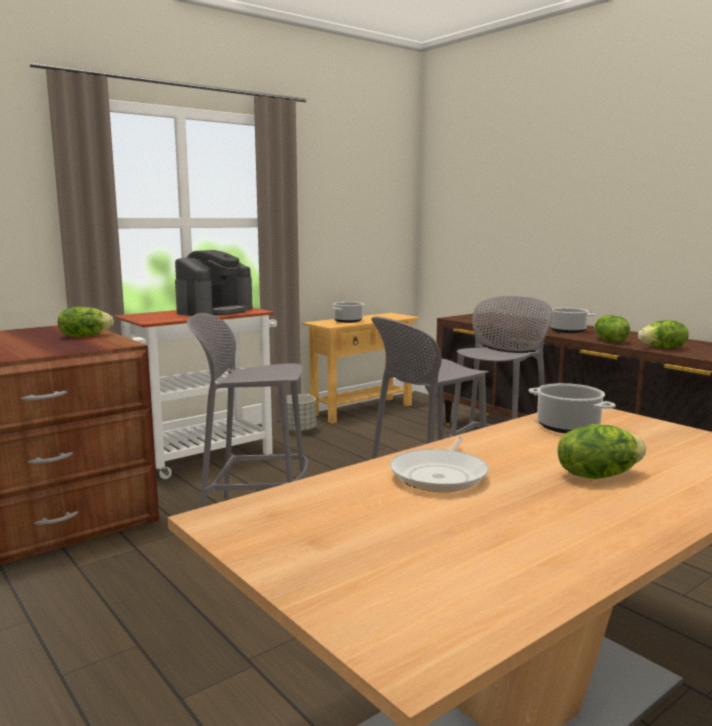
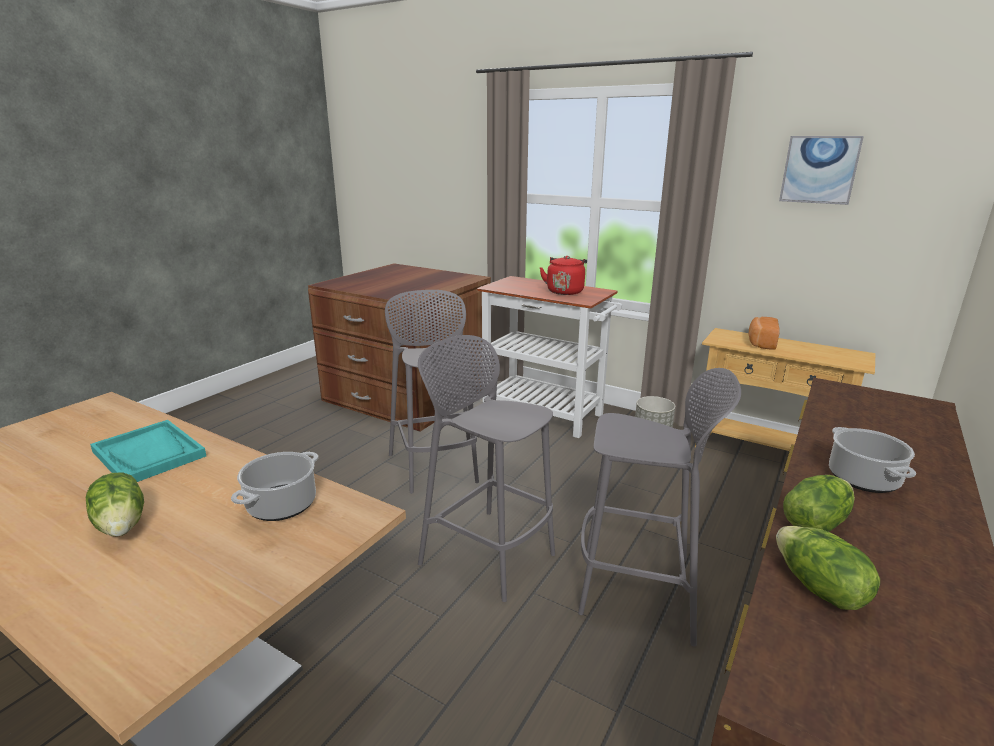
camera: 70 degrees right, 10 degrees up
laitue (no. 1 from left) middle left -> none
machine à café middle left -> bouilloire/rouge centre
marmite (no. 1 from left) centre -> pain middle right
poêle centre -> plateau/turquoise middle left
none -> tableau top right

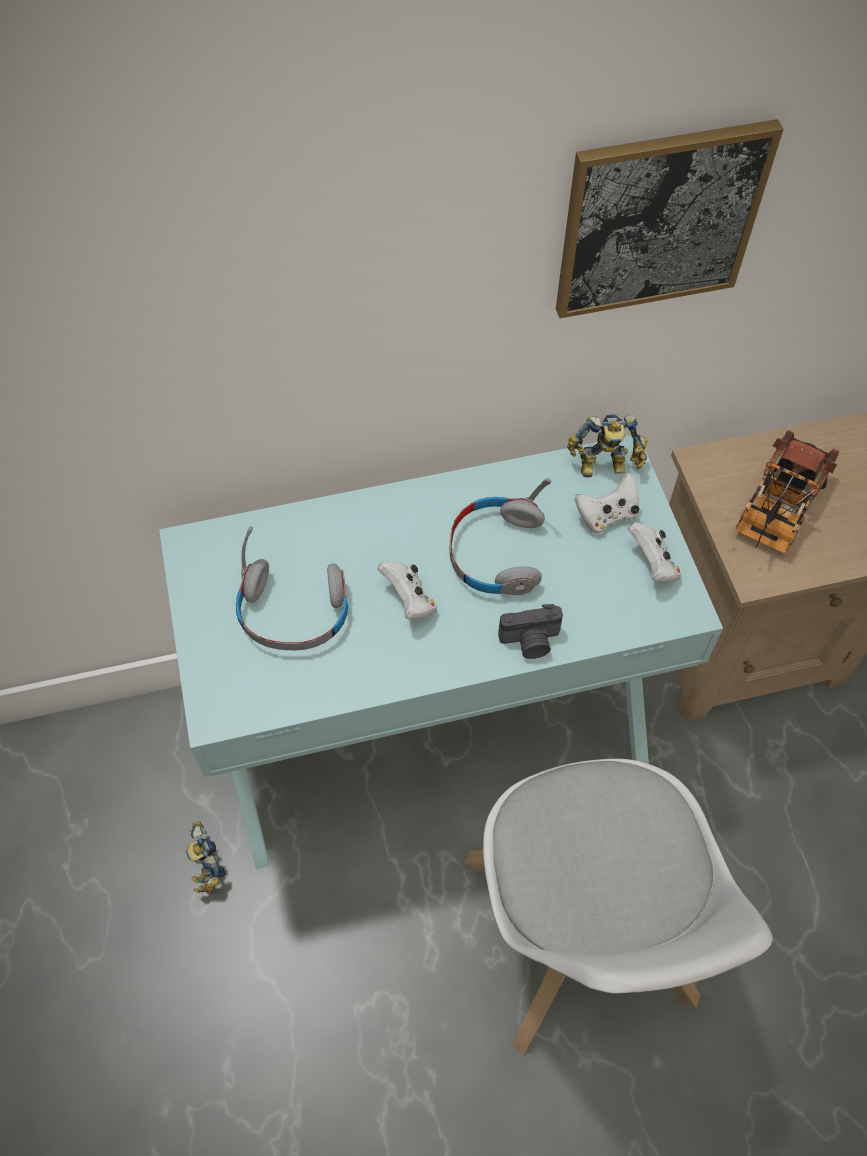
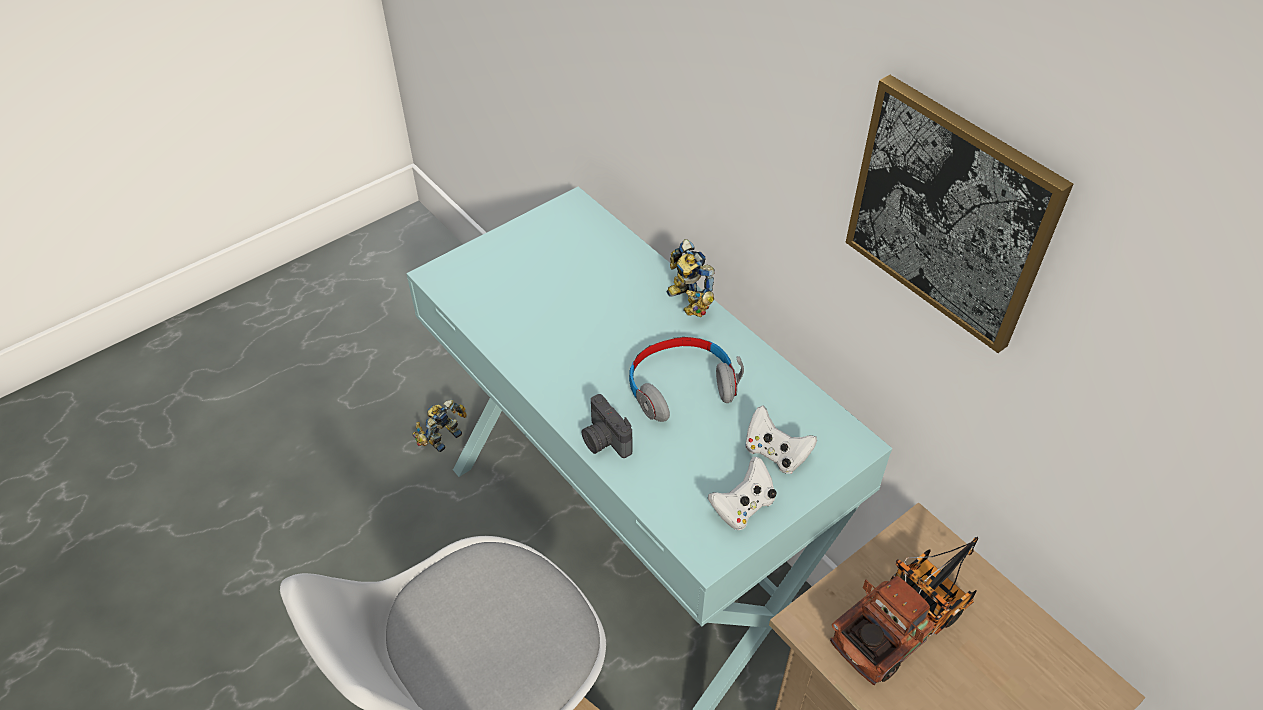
camera: 65 degrees right, 10 degrees down
casque audio/gris (no. 1 from left) centre -> none
manette/blanc (no. 1 from left) centre -> none
robot jouet (no. 2 from left) middle right -> robot jouet (no. 2 from left) centre, relocated
camion jouet middle right -> camion jouet bottom right, 135 degrees clockwise

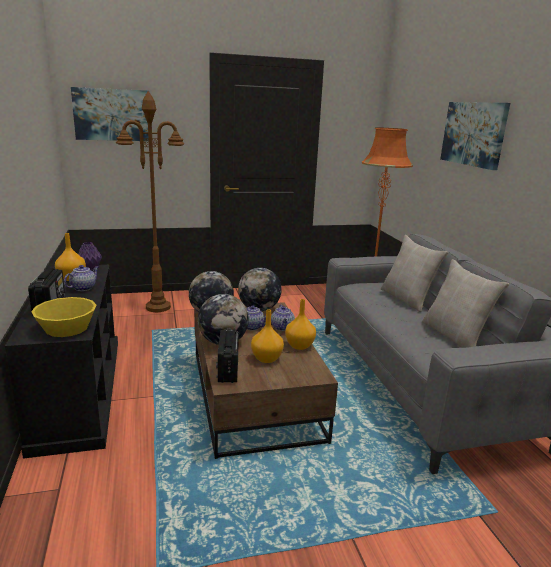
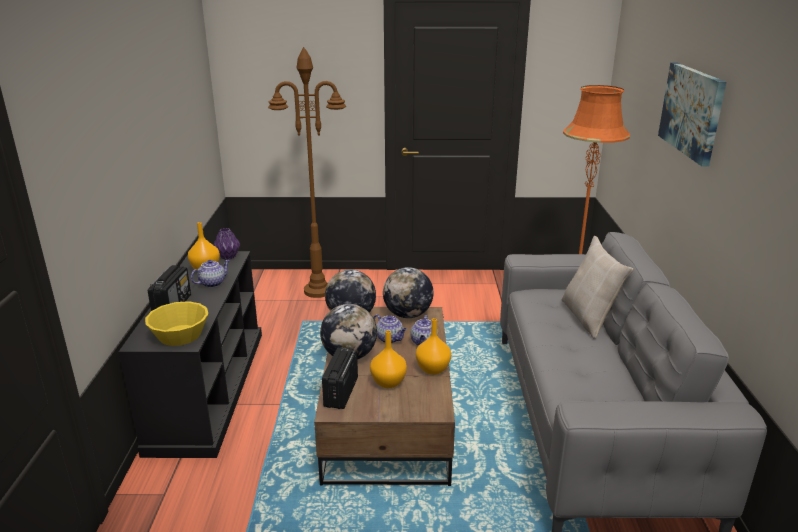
camera: 15 degrees right, 5 degrees up
tableau (no. 1 from left) top left -> none
coussin/beige (no. 2 from left) middle right -> none

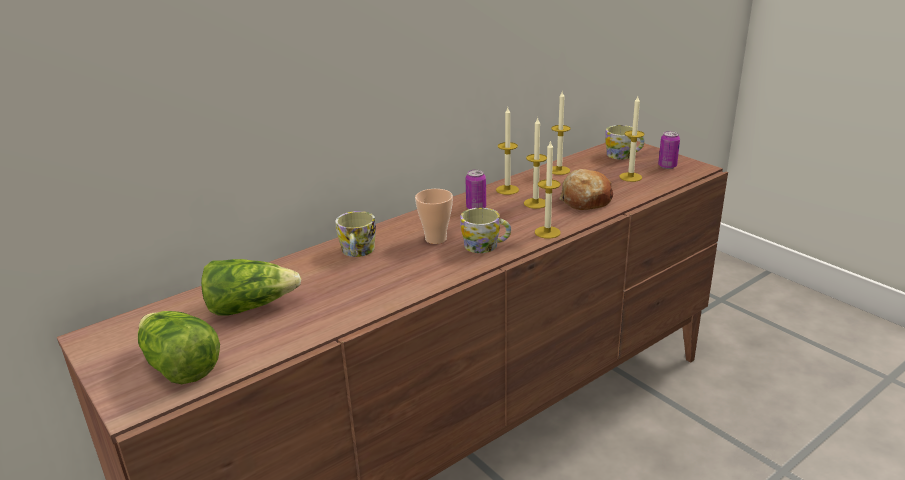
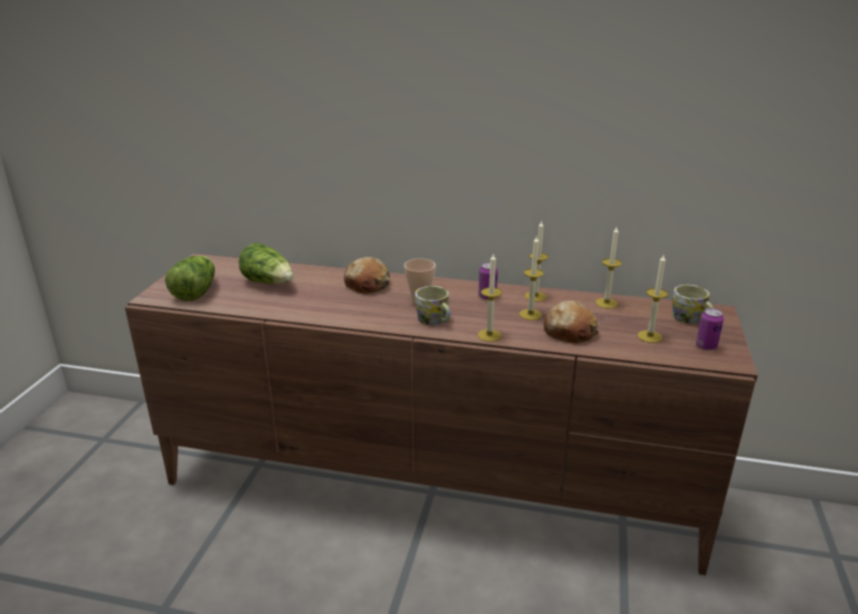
camera: 50 degrees right, 0 degrees up
mug (no. 1 from left) centre -> pain (no. 1 from left) centre

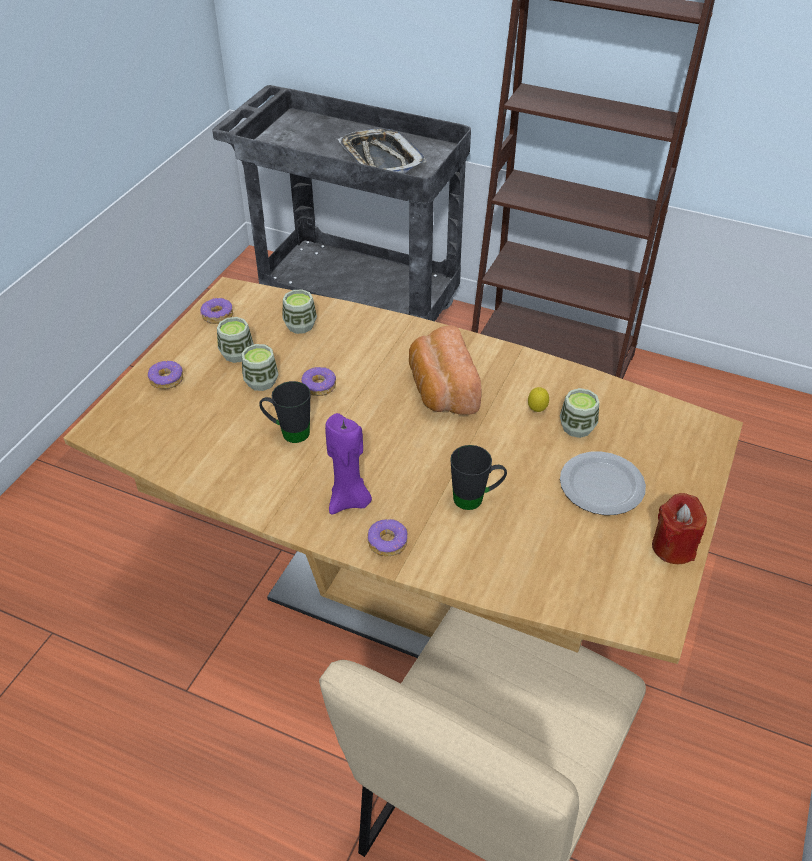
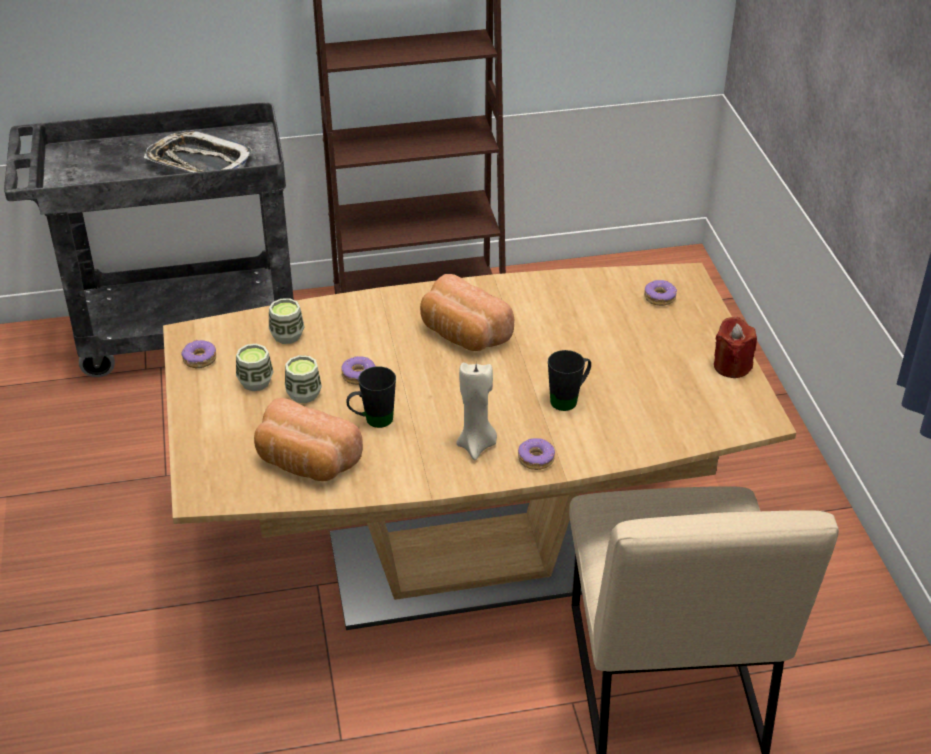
camera: 35 degrees left, 5 degrees down
beignet (no. 1 from left in the first image) middle left -> beignet (no. 4 from left) middle right, relocated
bougie/violet centre -> bougie/beige centre
citron centre -> none
tasse (no. 4 from left) middle right -> none
assiette middle right -> none
none -> pain (no. 1 from left) middle left

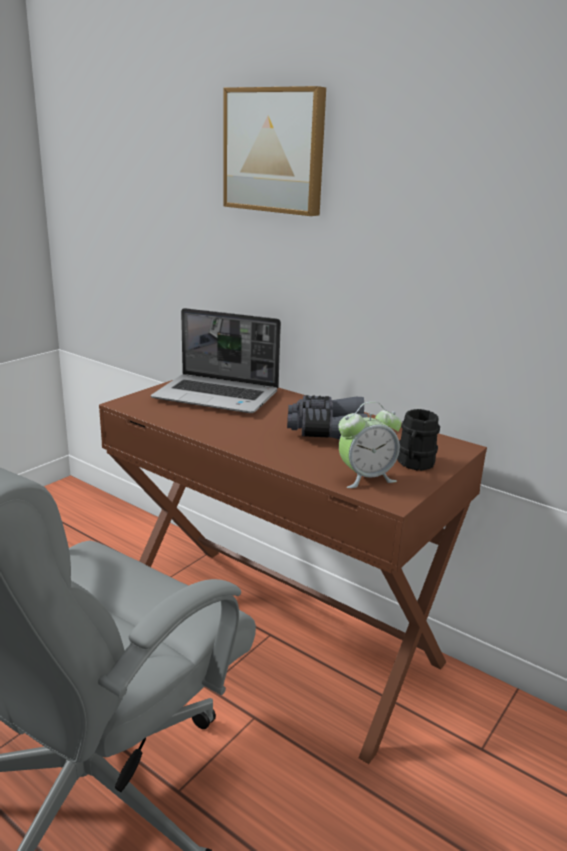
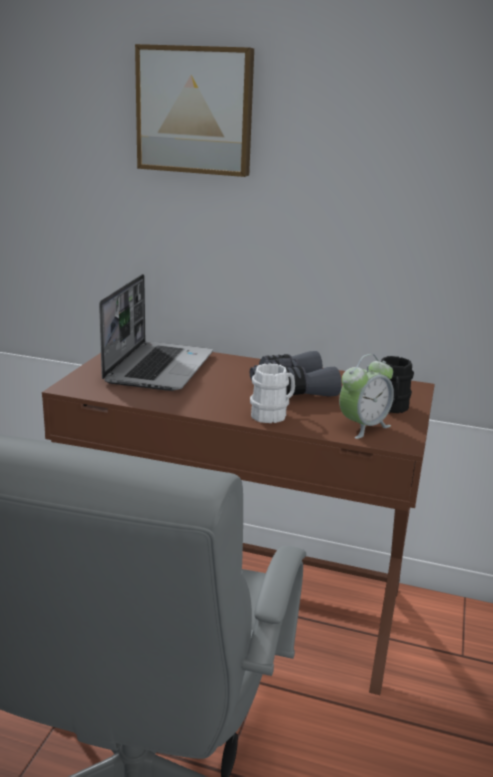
camera: 20 degrees left, 0 degrees up
ordinateur portable centre -> ordinateur portable middle left, 75 degrees counterclockwise
none -> mug/blanc centre

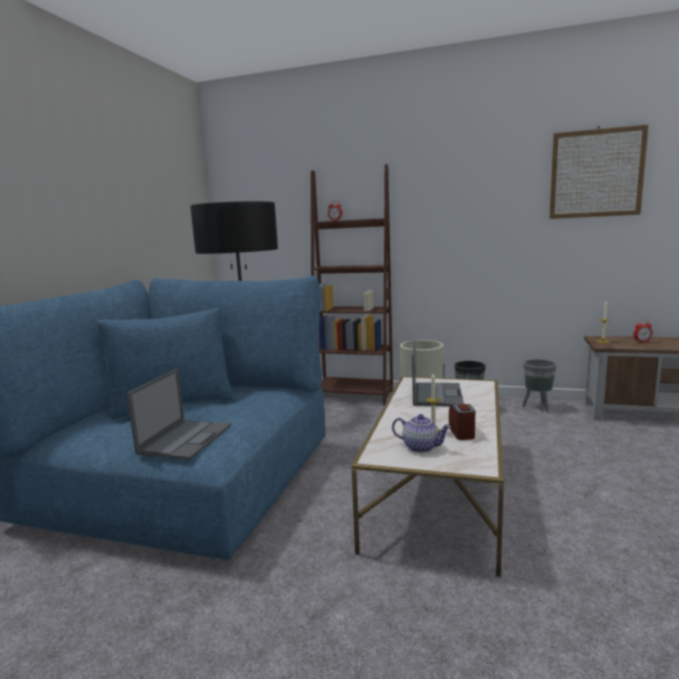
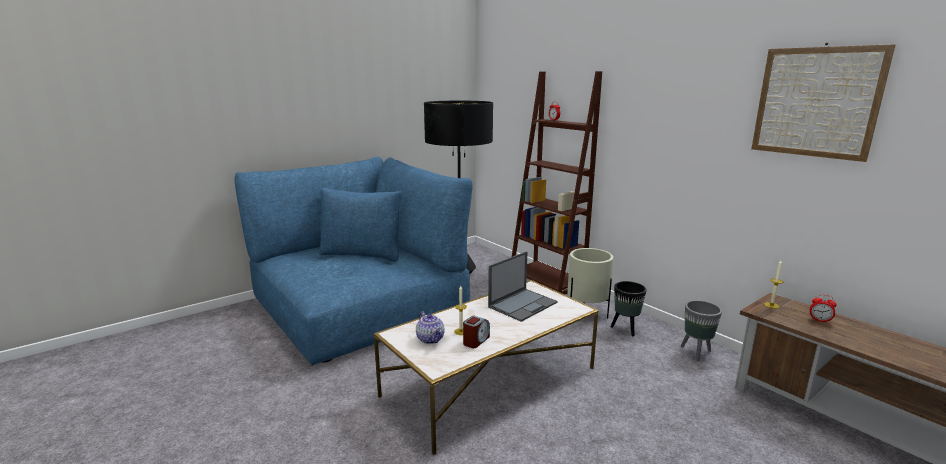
camera: 35 degrees right, 5 degrees up
ordinateur portable (no. 1 from left) middle left -> none

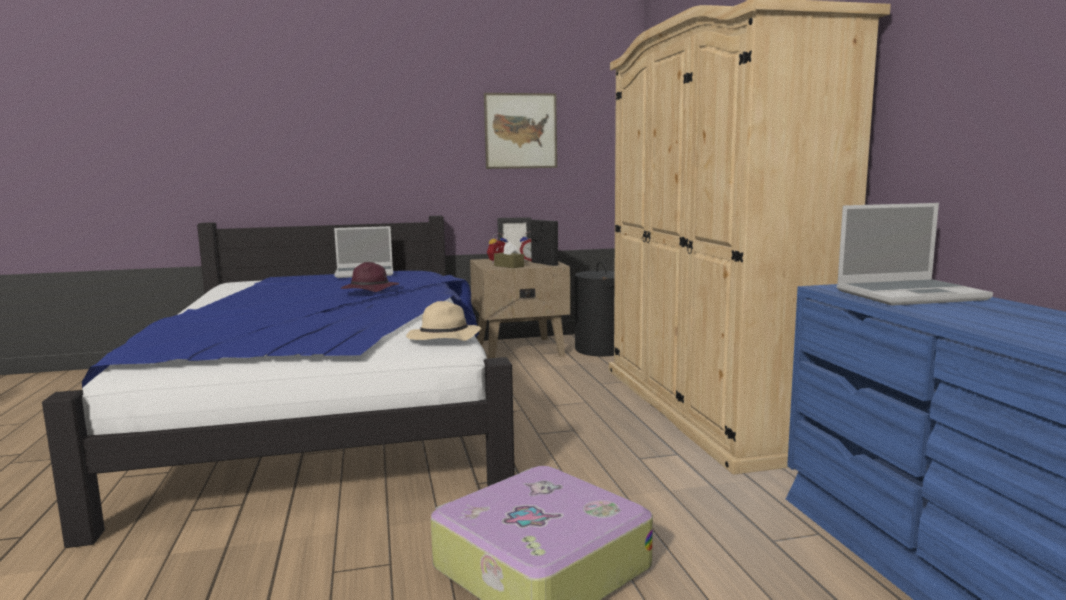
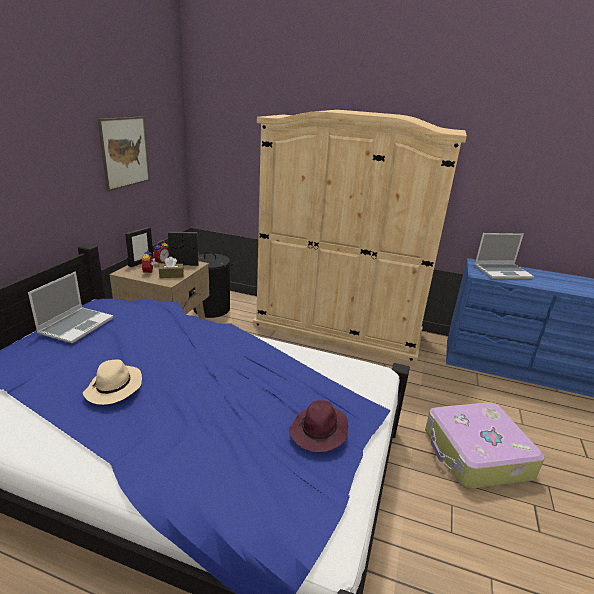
camera: 60 degrees left, 15 degrees up
chapeau/violet centre -> chapeau/violet bottom centre, relocated
chapeau/beige centre -> chapeau/beige middle left, relocated
ordinateur portable (no. 2 from left) middle right, 60 degrees clockwise

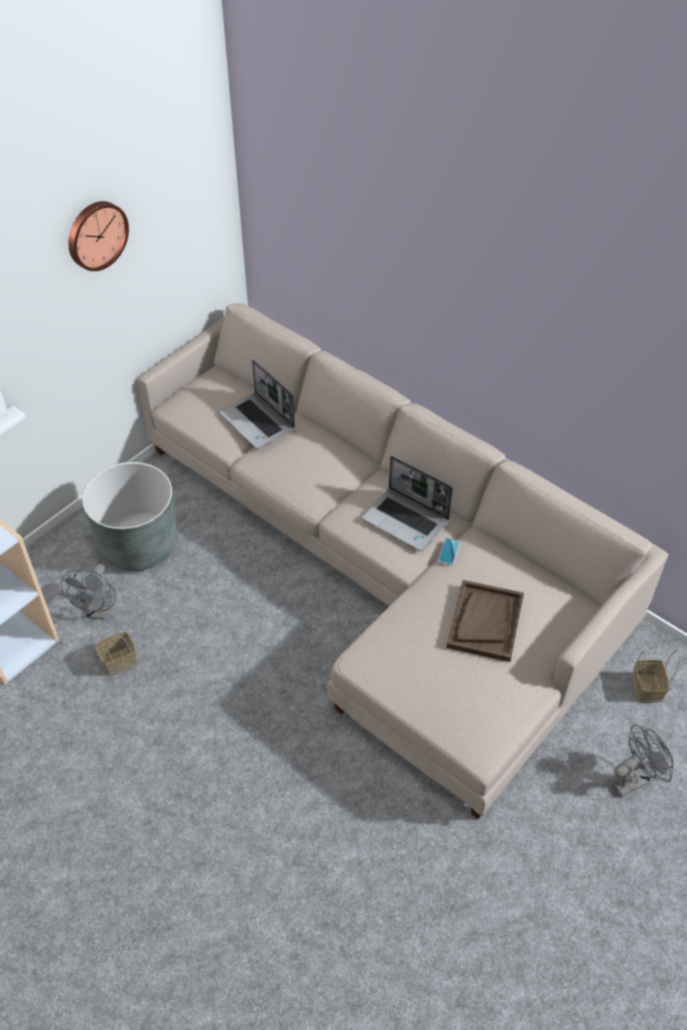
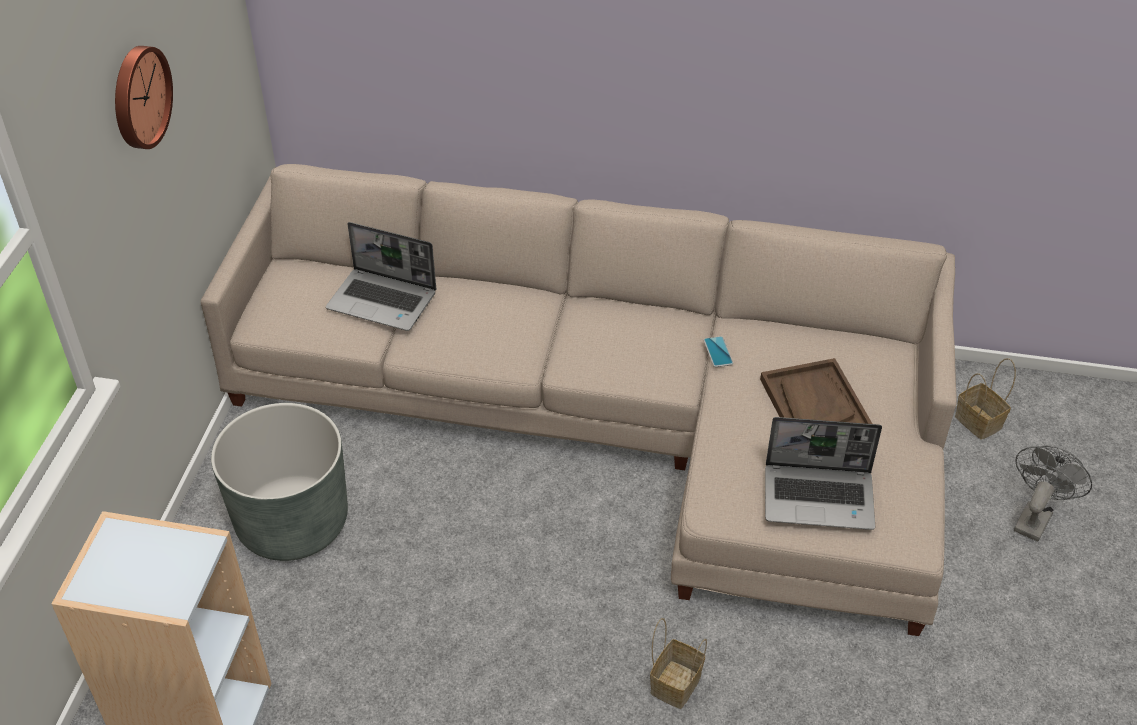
camera: 30 degrees left, 5 degrees down
ventilateur/gris (no. 1 from left) middle left -> none
panier (no. 1 from left) middle left -> panier (no. 1 from left) bottom centre, relocated
ordinateur portable (no. 2 from left) centre -> ordinateur portable (no. 2 from left) middle right, relocated

